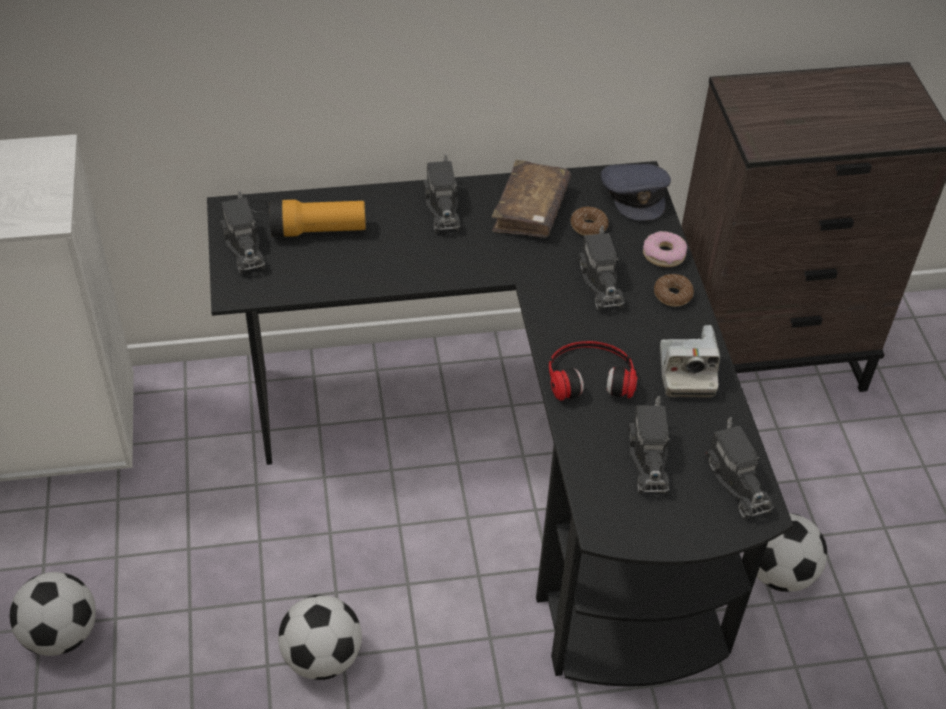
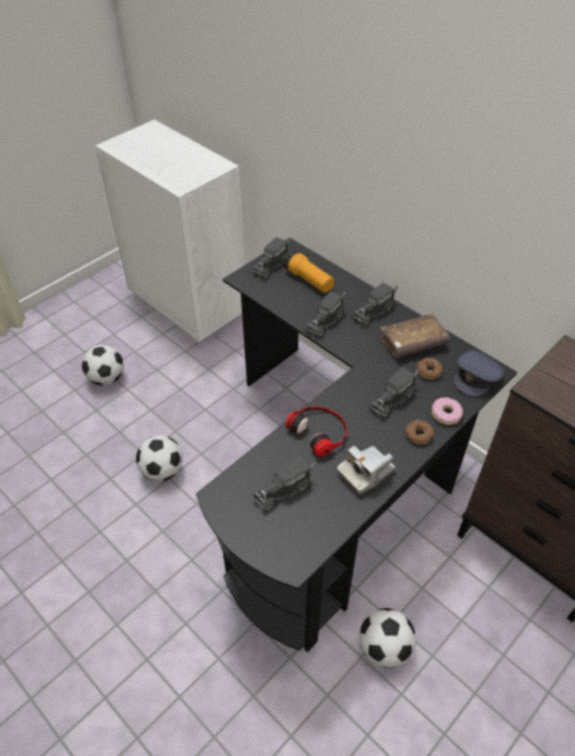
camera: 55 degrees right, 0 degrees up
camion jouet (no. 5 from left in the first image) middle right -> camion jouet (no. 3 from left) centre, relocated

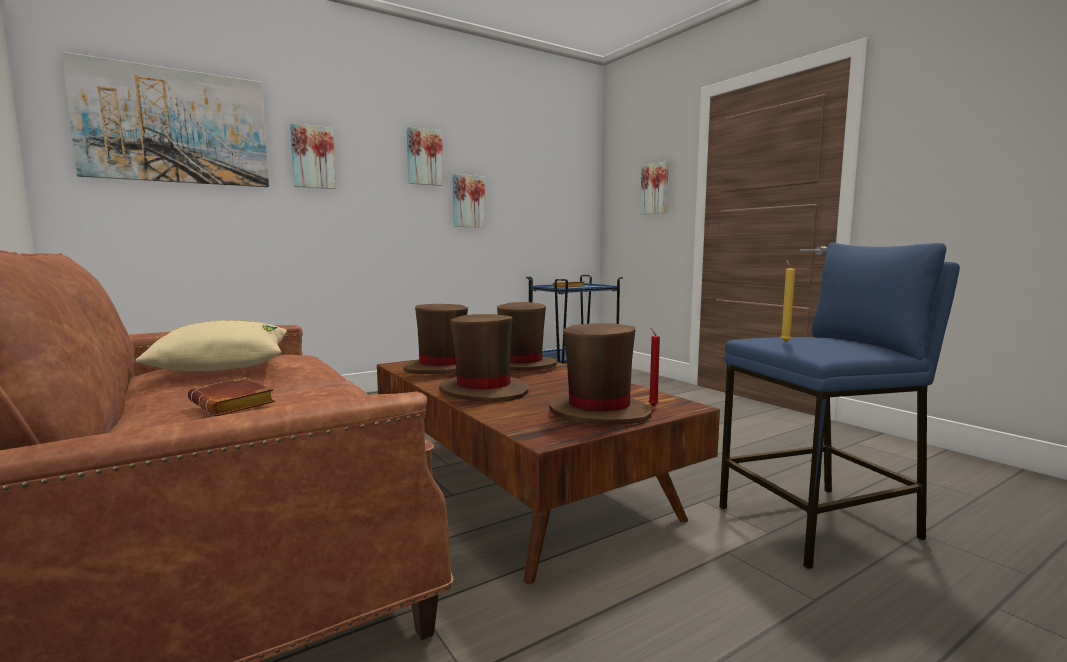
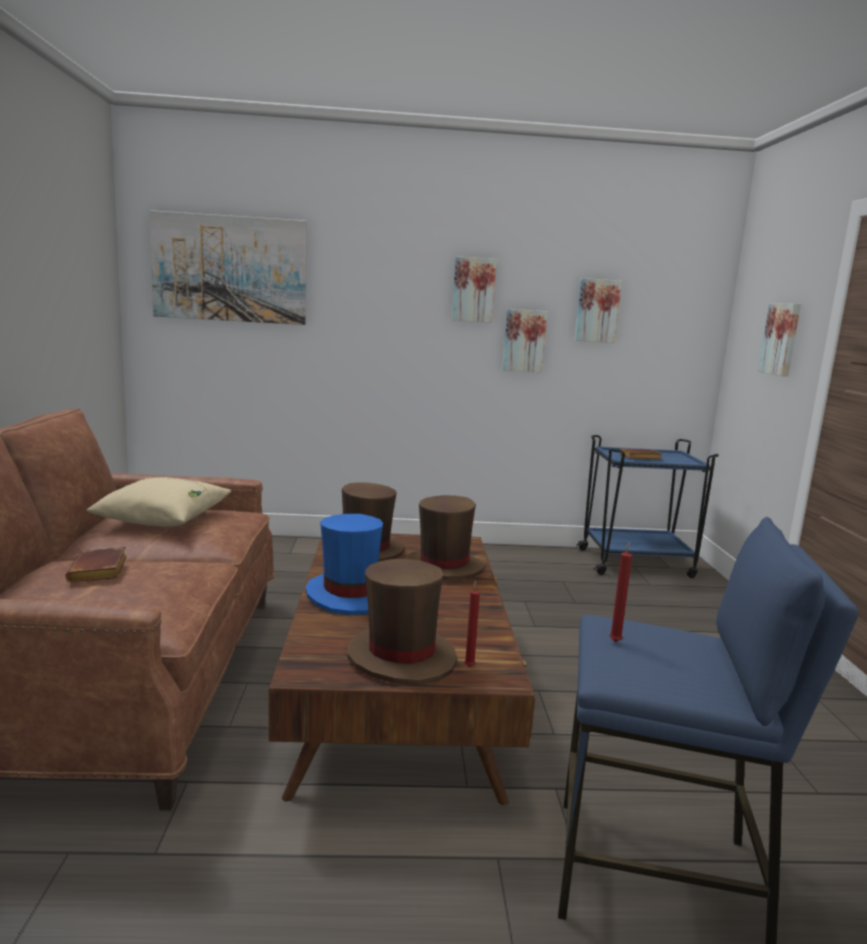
camera: 30 degrees right, 5 degrees up
tableau (no. 2 from left in the first image) top left -> tableau (no. 4 from left) top right, relocated
chapeau/marron (no. 2 from left) centre -> chapeau/bleu centre
bougie/jaune middle right -> bougie/rouge (no. 2 from left) middle right

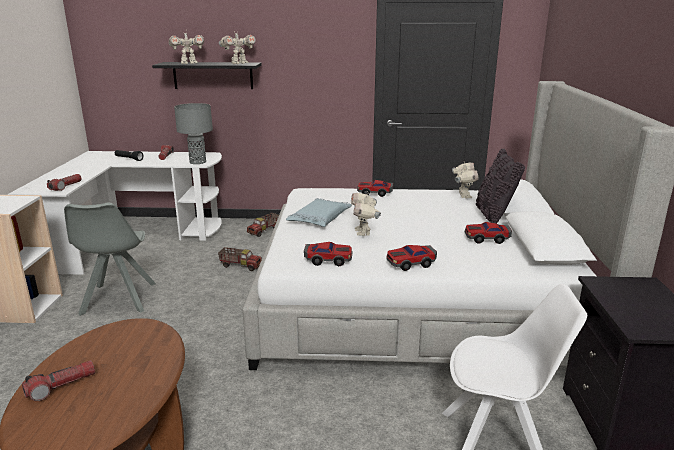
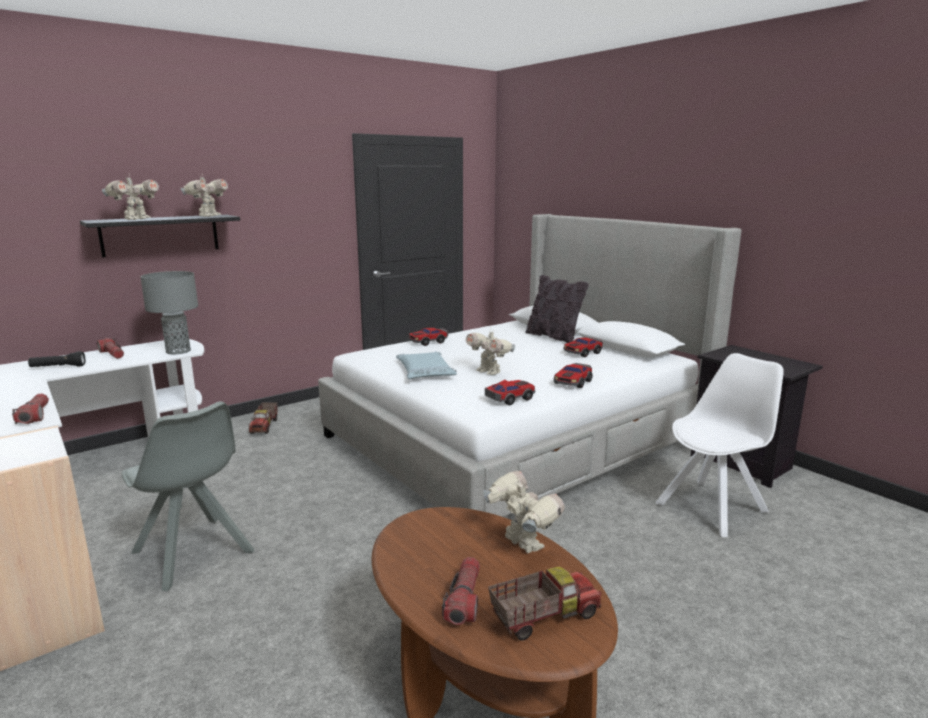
camera: 40 degrees left, 5 degrees down
camion jouet (no. 1 from left in the first image) centre -> camion jouet (no. 2 from left) bottom centre, relocated
robot jouet (no. 4 from left) middle right -> robot jouet (no. 4 from left) bottom centre, relocated

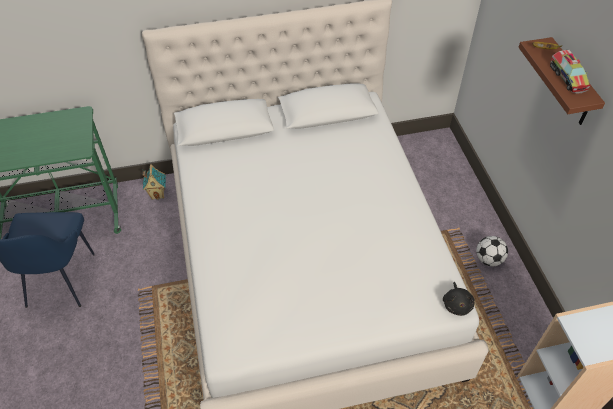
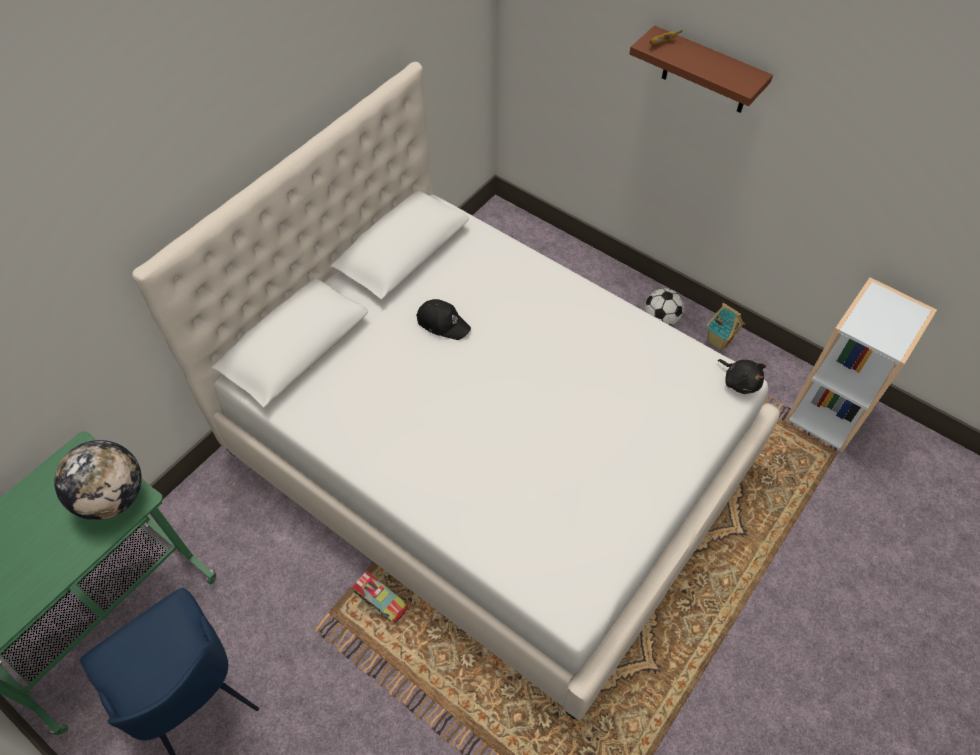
camera: 40 degrees left, 5 degrees up
maison miniature middle left -> maison miniature middle right, relocated
camion jouet top right -> camion jouet bottom centre, relocated
none -> globe middle left
none -> casquette/noir centre

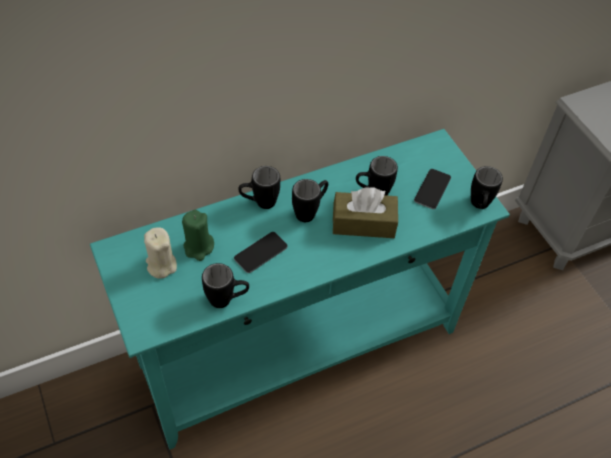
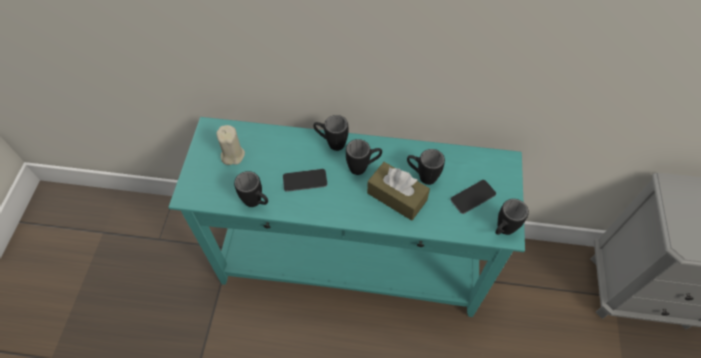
camera: 35 degrees right, 5 degrees up
bougie/vert middle left -> none

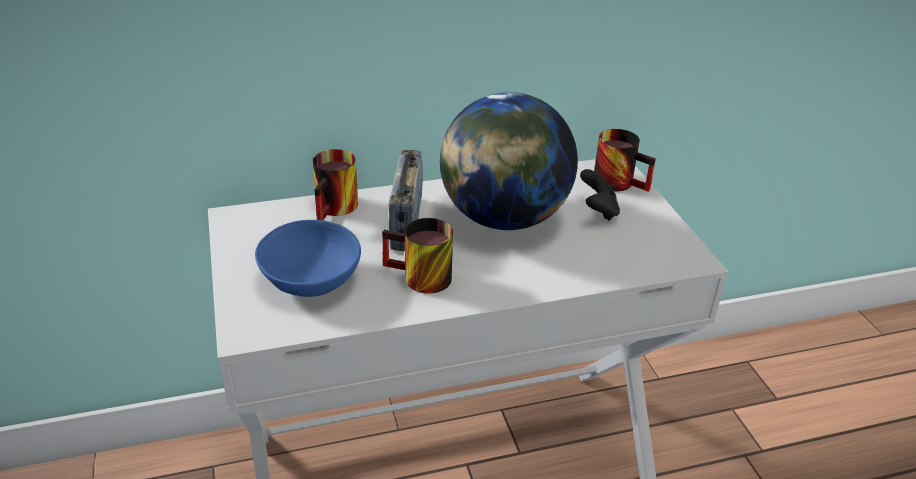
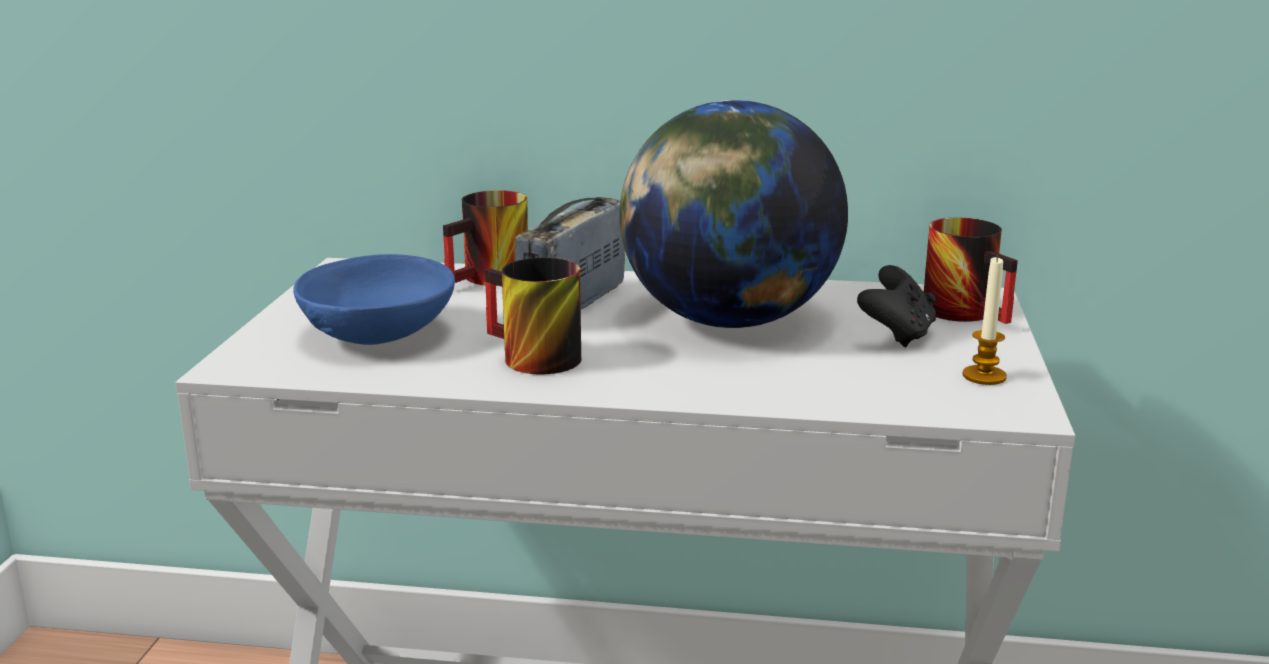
camera: 25 degrees right, 15 degrees down
none -> bougie middle right

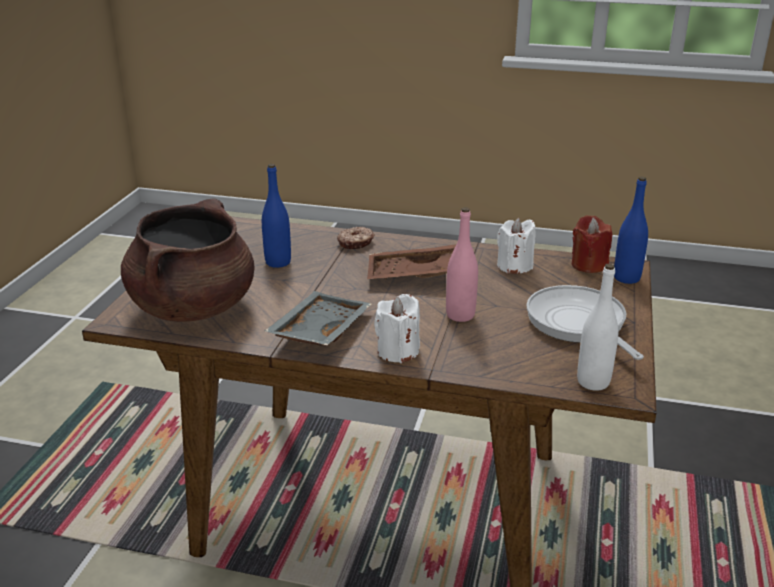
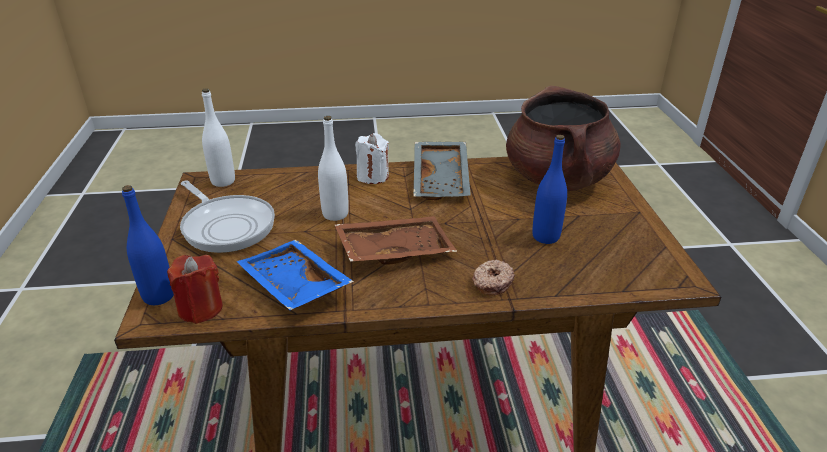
camera: 160 degrees right, 5 degrees up
bouteille/rose centre -> bouteille/blanc (no. 2 from left) centre
bougie/blanc (no. 2 from left) middle right -> plateau/bleu centre

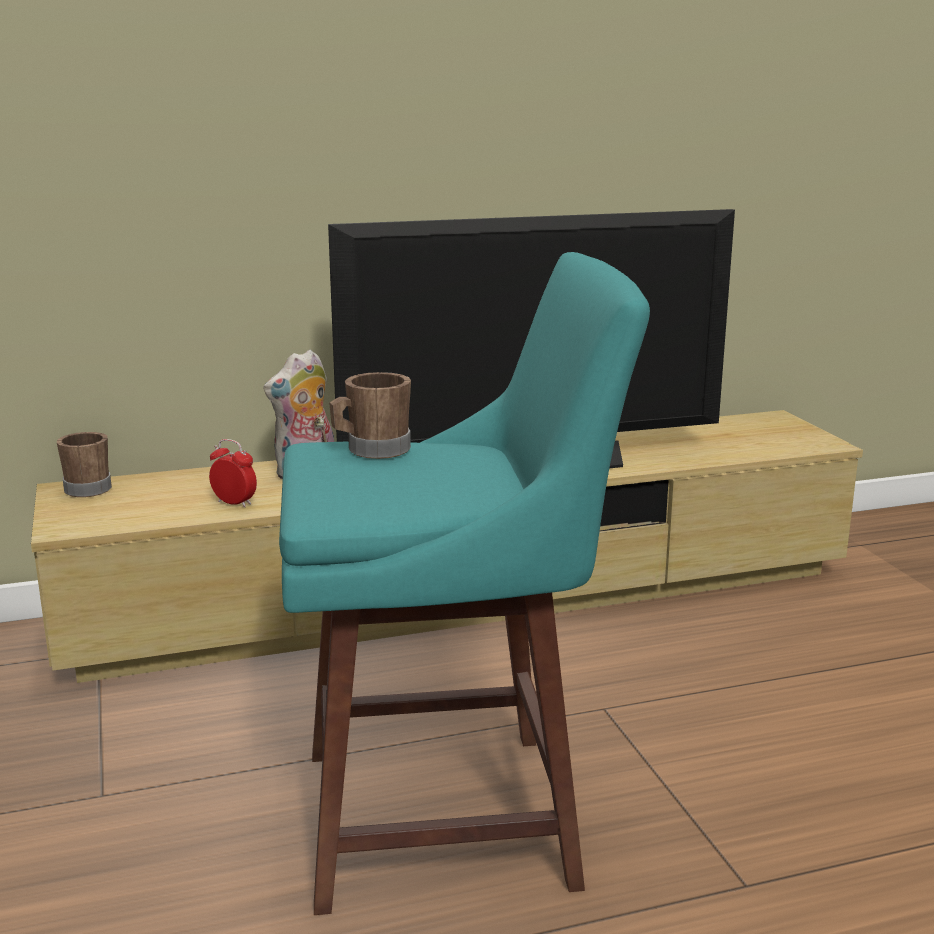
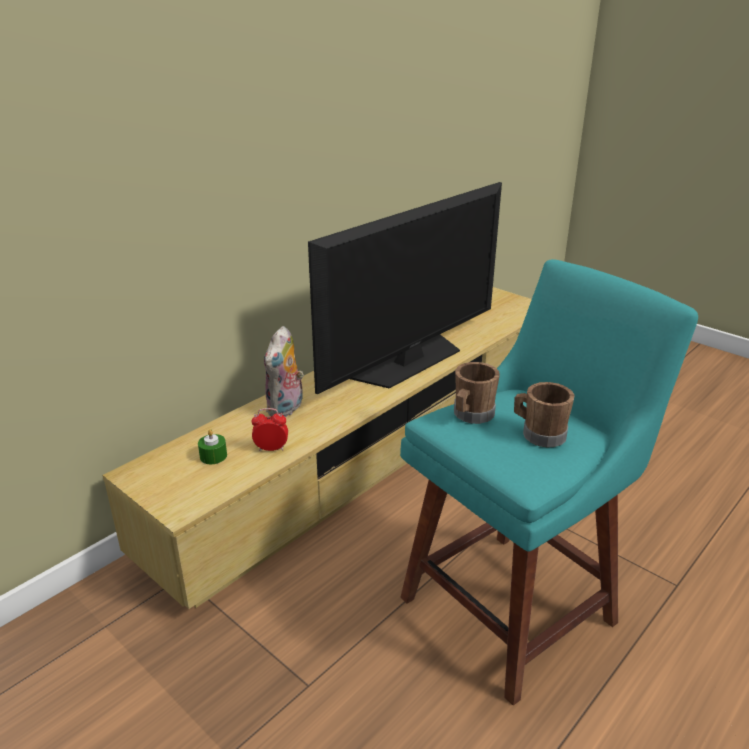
camera: 30 degrees left, 10 degrees up
mug/marron (no. 1 from left in the first image) middle left -> mug/marron (no. 2 from left) middle right, relocated
none -> bougie/vert middle left

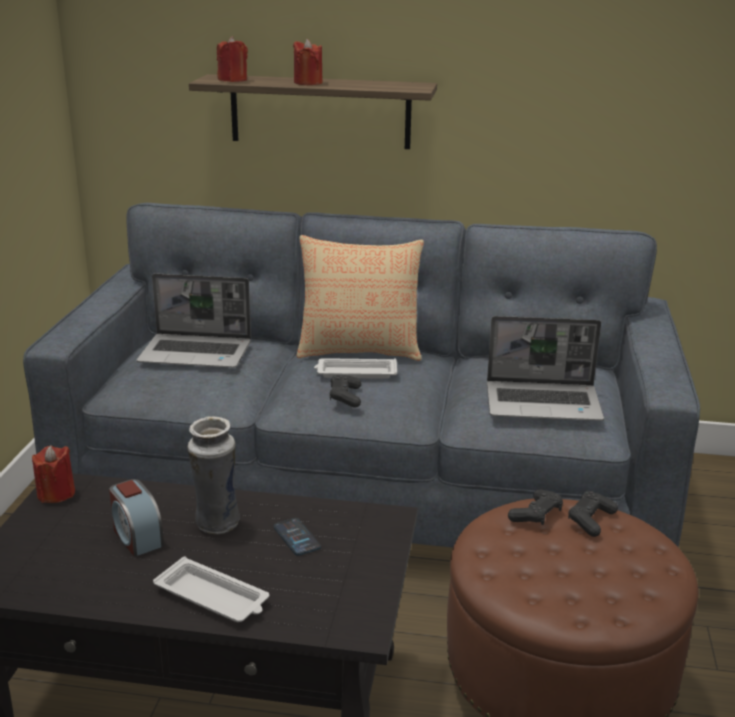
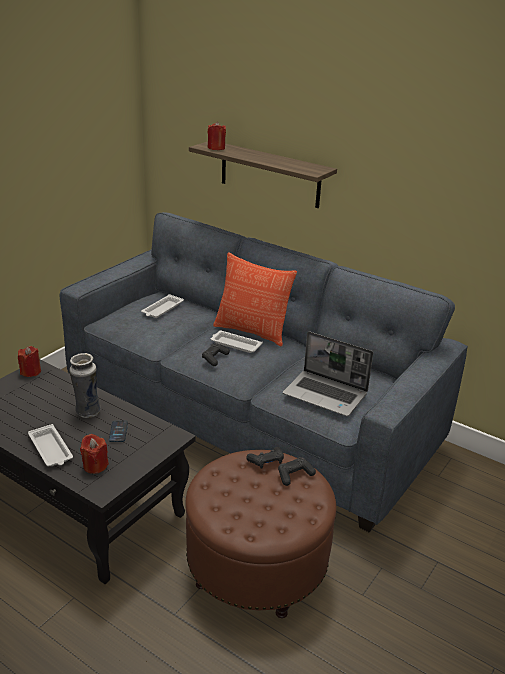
camera: 25 degrees right, 5 degrees up
réveil bottom left -> none
ordinateur portable (no. 1 from left) middle left -> plateau/blanc (no. 2 from left) middle left
bougie/rouge (no. 3 from left in the first image) top centre -> bougie/rouge (no. 2 from left) bottom left, relocated
coussin/beige centre -> coussin/orange centre

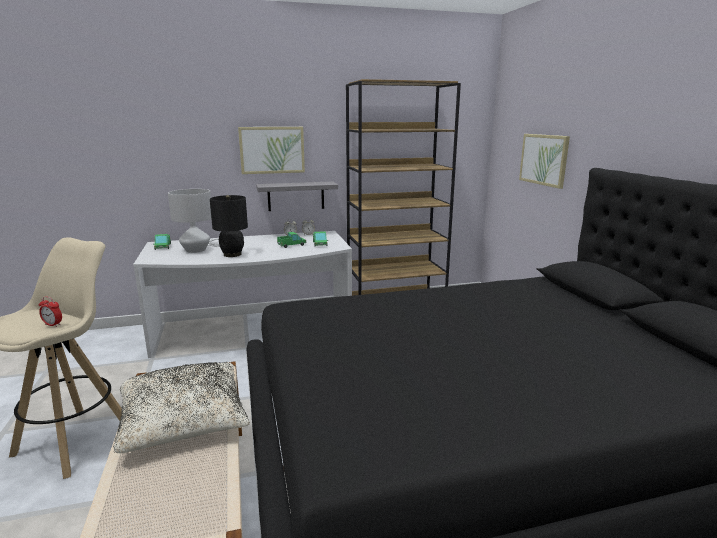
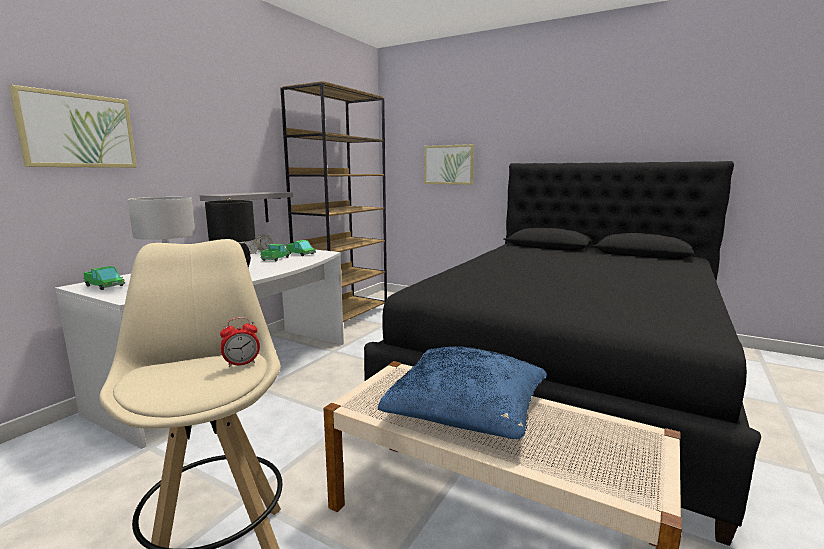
camera: 45 degrees left, 5 degrees down
coussin/beige bottom left -> coussin/bleu bottom centre
tableau (no. 1 from left) top centre -> tableau (no. 1 from left) top left, relocated

